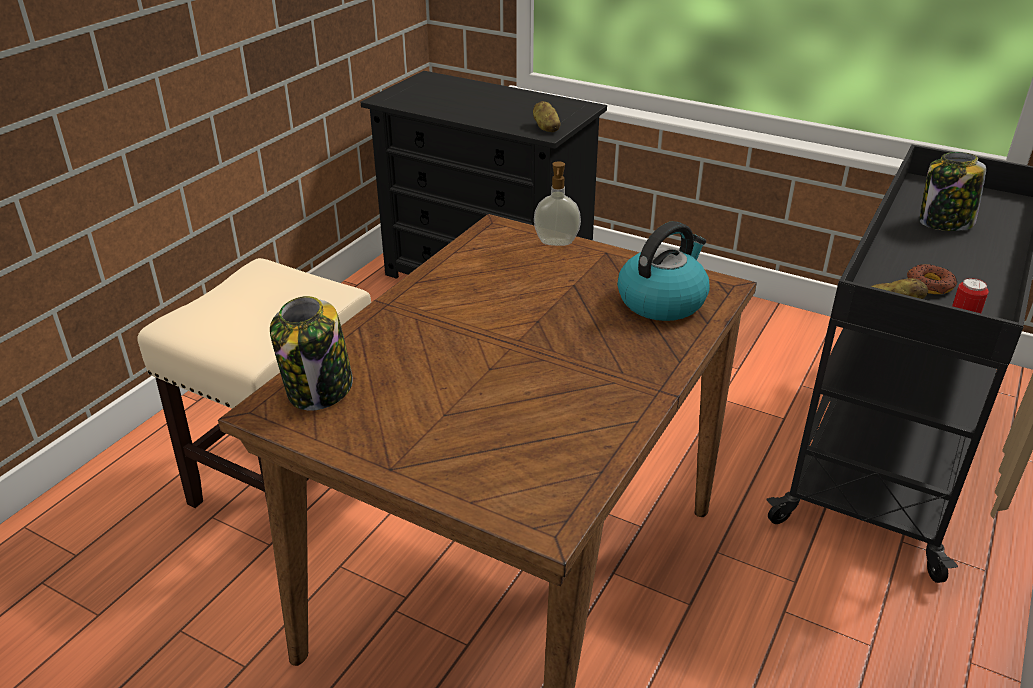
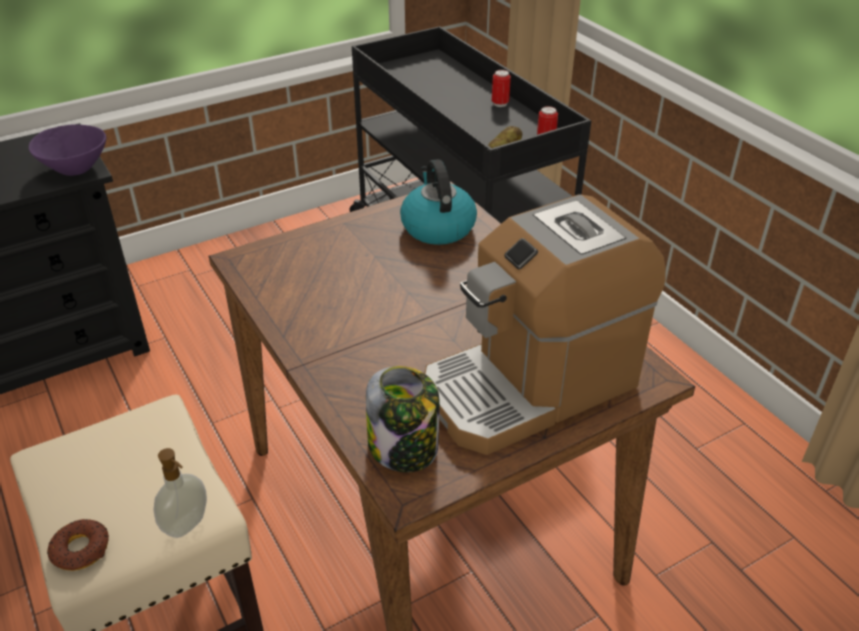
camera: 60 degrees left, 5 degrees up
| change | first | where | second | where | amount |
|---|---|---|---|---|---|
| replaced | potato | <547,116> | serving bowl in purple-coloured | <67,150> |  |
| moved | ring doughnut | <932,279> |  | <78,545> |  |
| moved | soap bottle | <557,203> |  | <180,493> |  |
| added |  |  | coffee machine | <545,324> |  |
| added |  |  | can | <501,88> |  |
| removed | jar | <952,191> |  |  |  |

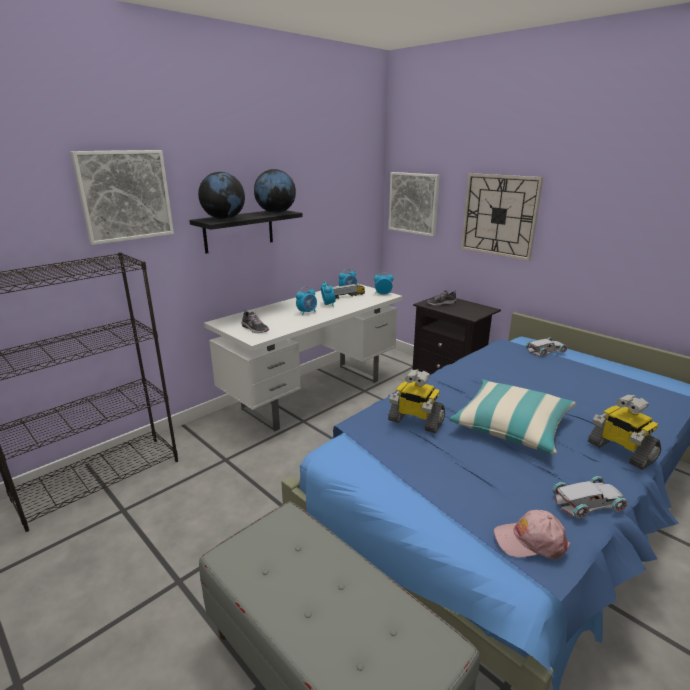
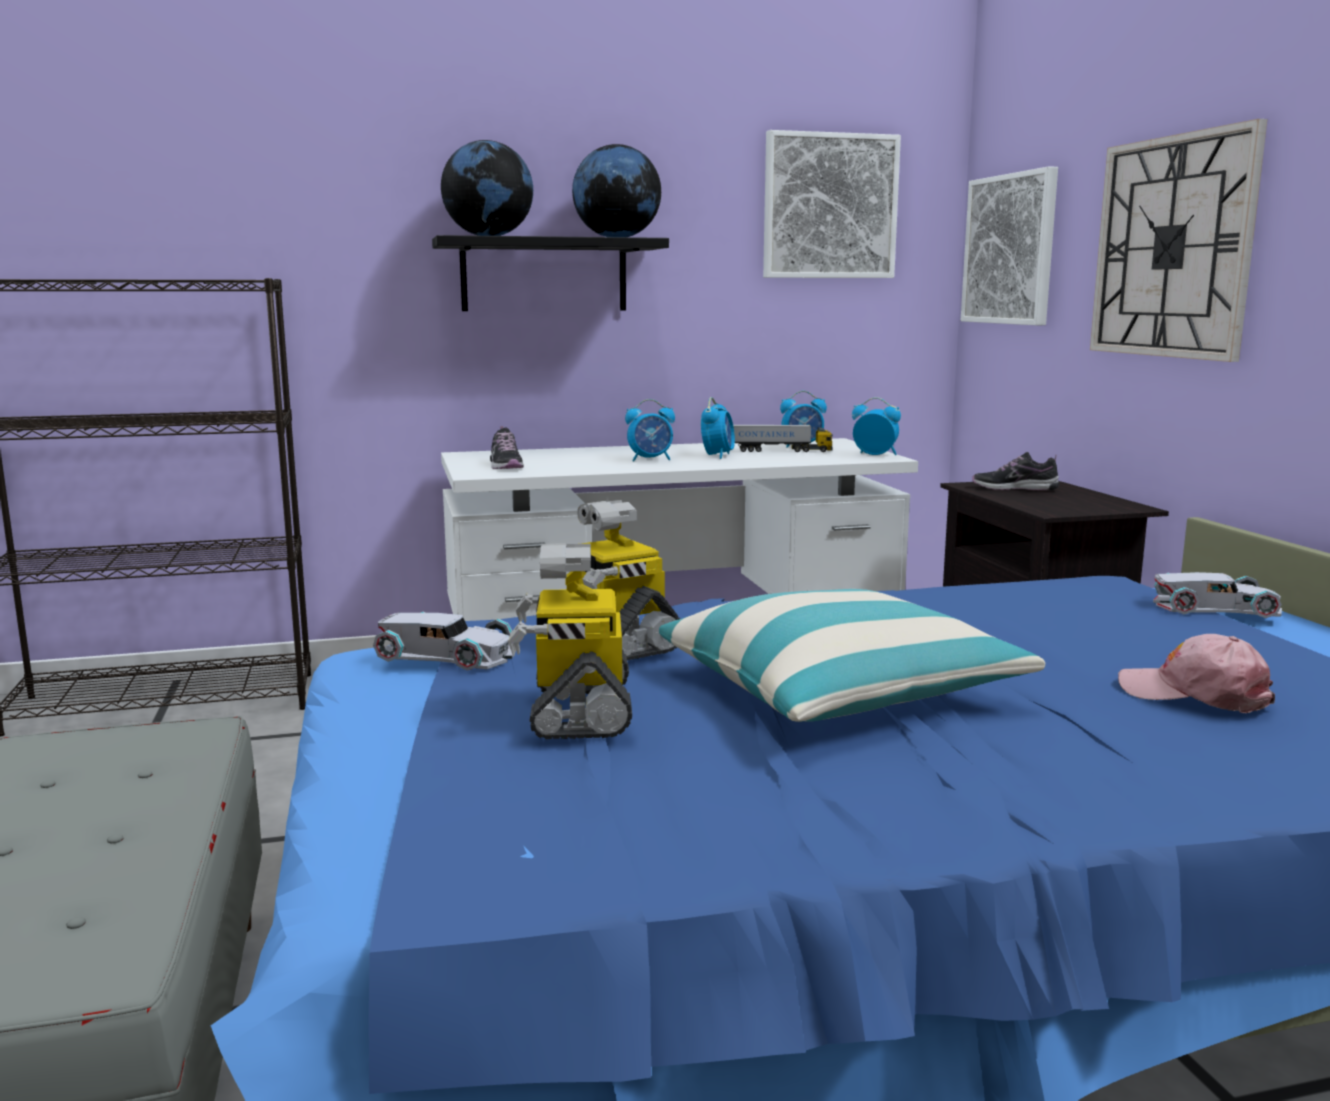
camera: 30 degrees right, 10 degrees down
| change | first | where | second | where | amount |
|---|---|---|---|---|---|
| moved | model car in white | <590,497> |  | <443,641> |  |
| moved | robot figure | <624,432> |  | <570,641> |  |
| moved | wall art | <122,197> |  | <832,204> |  |
| moved | cap in pink-coloured | <532,534> |  | <1196,673> |  |

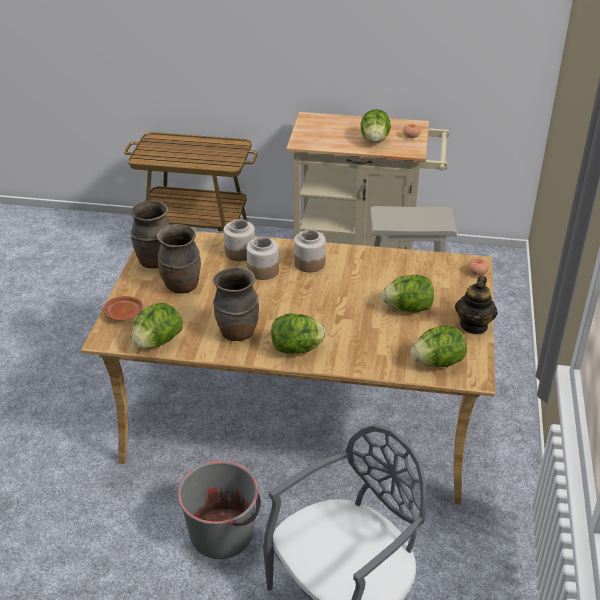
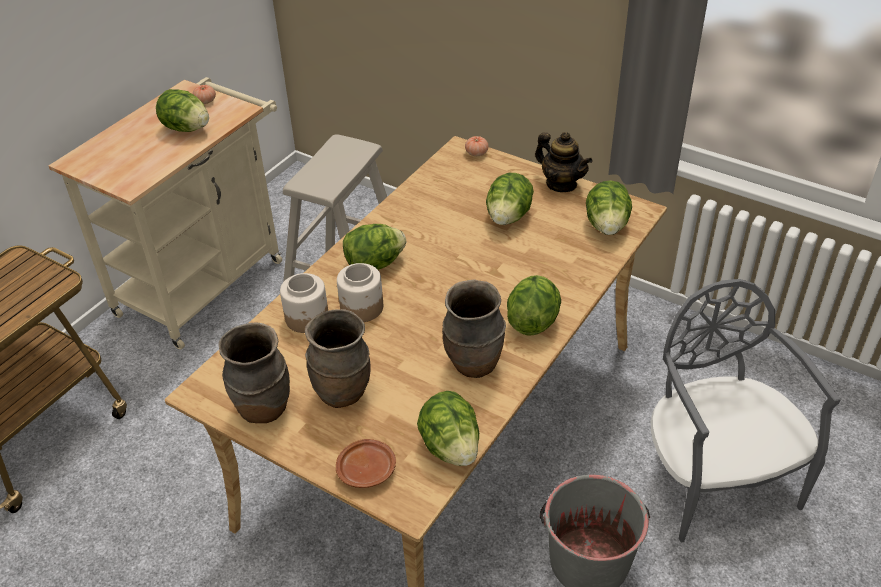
camera: 65 degrees left, 5 degrees up
| change | first | where | second | where | amount |
|---|---|---|---|---|---|
| replaced | jar | <310,251> | lettuce head | <374,247> |  |

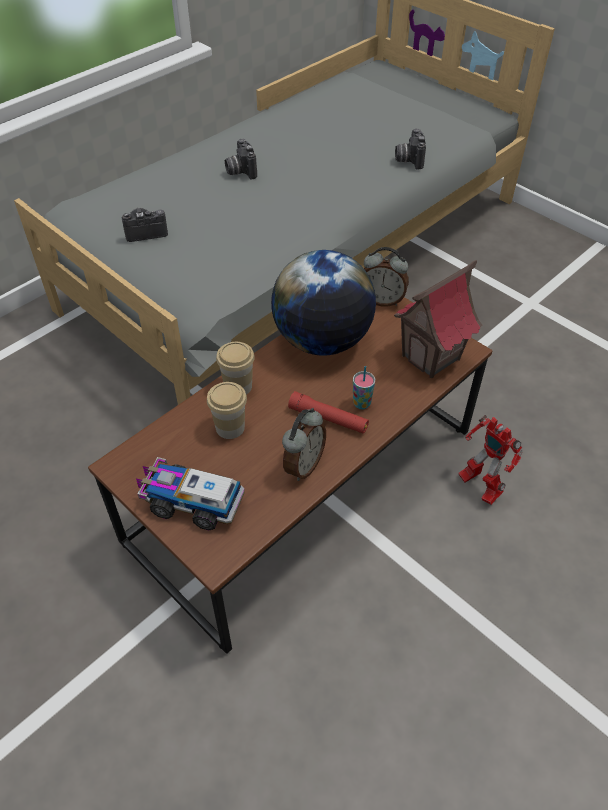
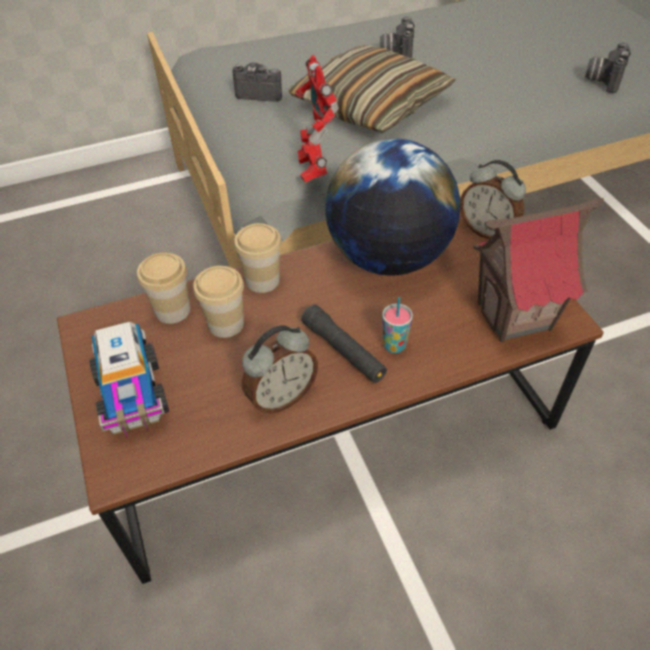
camera: 25 degrees right, 0 degrees up
| change | first | where | second | where | amount |
|---|---|---|---|---|---|
| turned | toy truck | <190,494> |  | <129,380> | 150 degrees counterclockwise |
| added |  |  | small cup | <163,288> |  |
| added |  |  | pillow | <372,89> |  |
| moved | robot figure | <490,460> |  | <317,119> |  |
| recoloured | hand torch in red | <328,412> | hand torch in blackish | <344,343> |  |

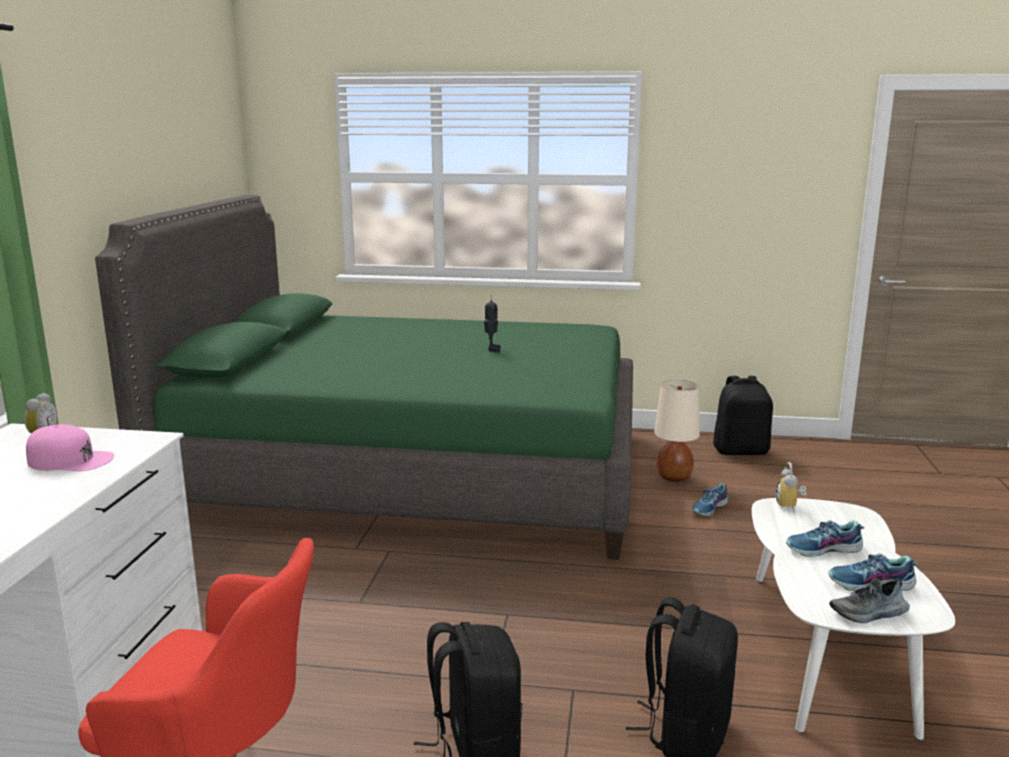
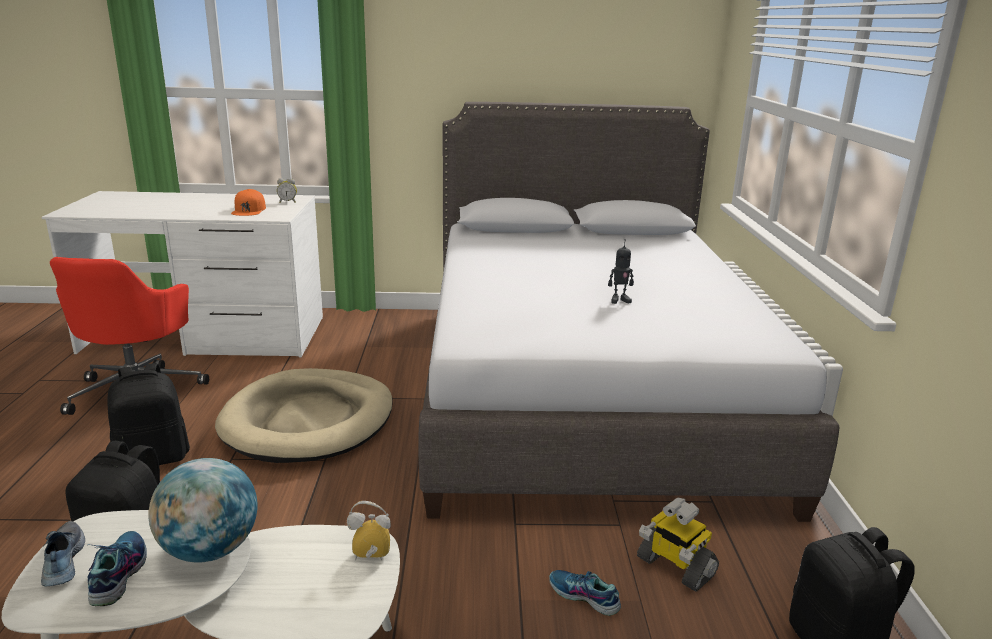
camera: 80 degrees right, 5 degrees up
| change | first | where | second | where | amount |
|---|---|---|---|---|---|
| replaced | shoe | <825,538> | desk globe | <203,510> |  |
| added |  |  | dog cushion in sand-coloured | <304,415> |  |
| recoloured | cap in pink-coloured | <70,447> | cap in orangey | <248,202> |  |
| recoloured | sleeping bed in greenish | <364,377> | sleeping bed in greyish | <629,312> |  |
| replaced | lamp for a table in sand-coloured | <677,431> | robot figure | <678,545> |  |

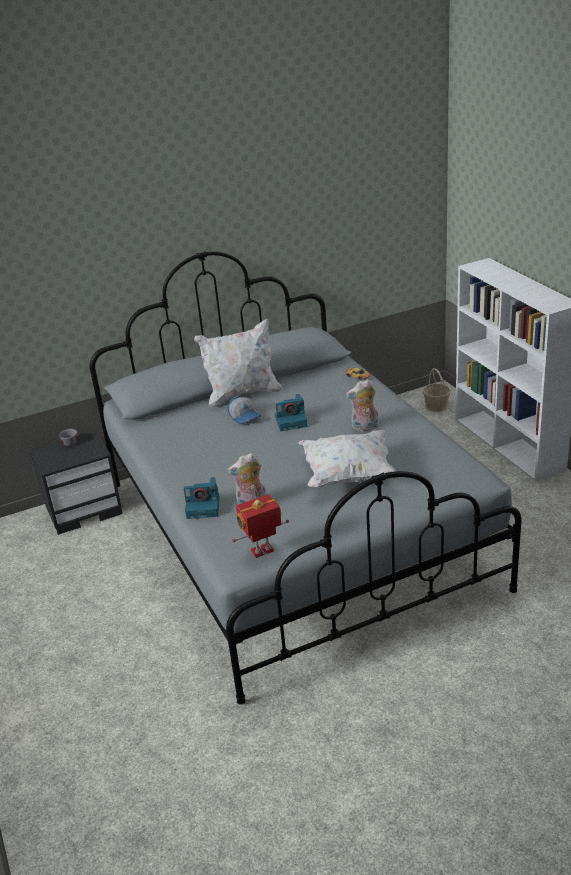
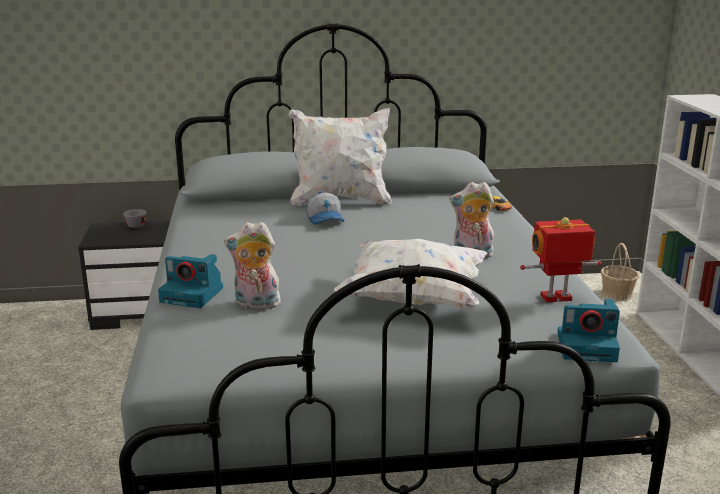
camera: 15 degrees right, 10 degrees down
| change | first | where | second | where | amount |
|---|---|---|---|---|---|
| moved | robot figure | <260,526> |  | <560,259> |  |
| moved | still camera | <291,412> |  | <588,330> |  |

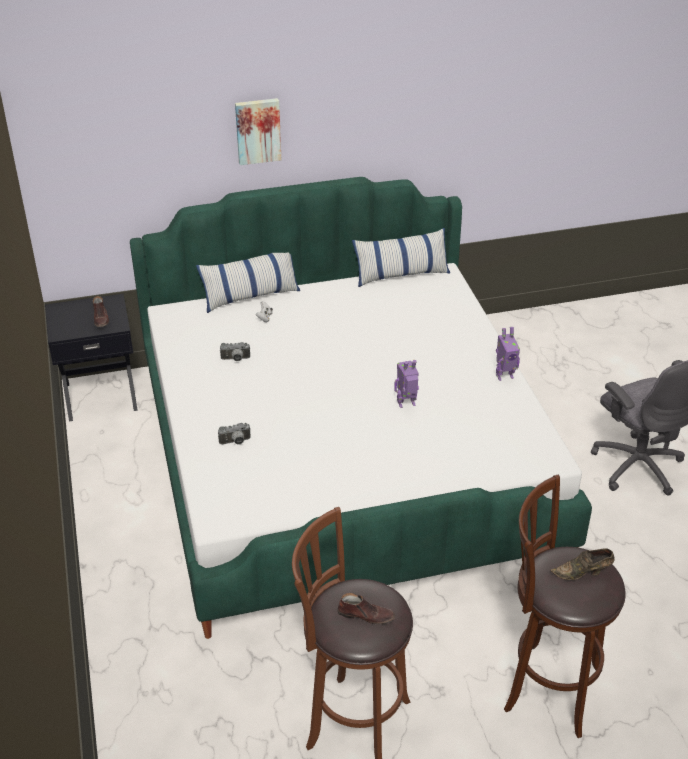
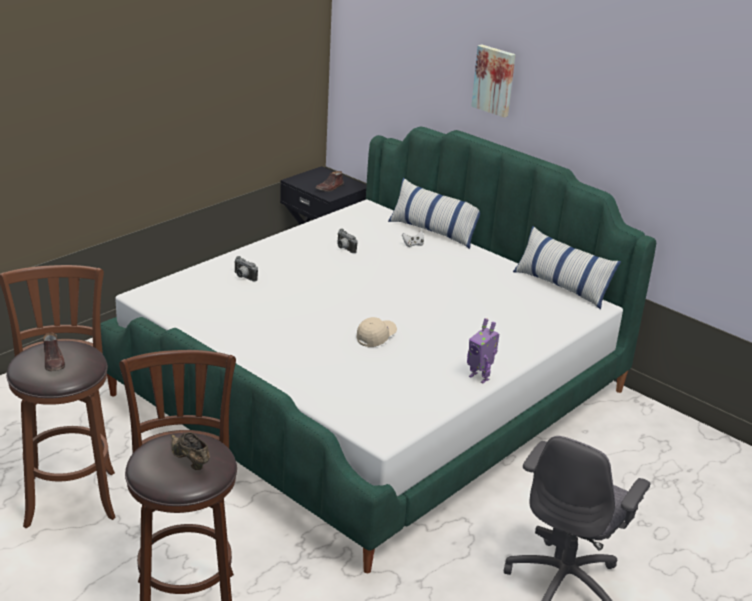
camera: 55 degrees right, 10 degrees down
| change | first | where | second | where | amount |
|---|---|---|---|---|---|
| replaced | robot figure | <406,384> | cap in sand-coloured | <377,332> |  |

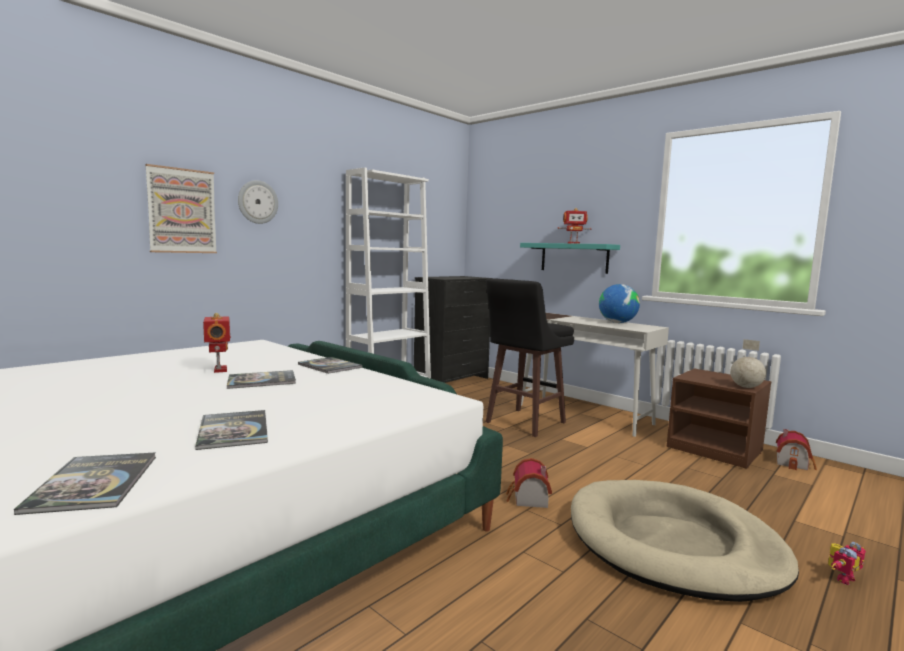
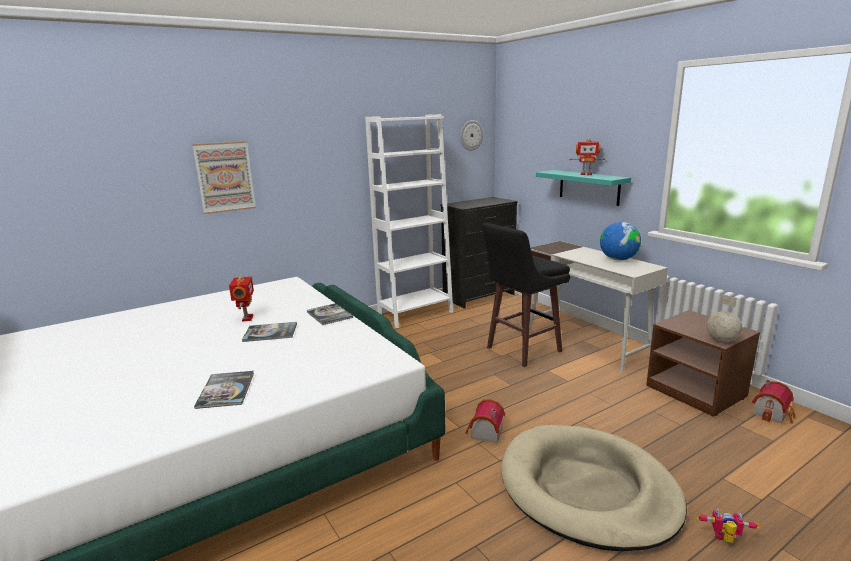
camera: 15 degrees right, 10 degrees up
| change | first | where | second | where | amount |
|---|---|---|---|---|---|
| moved | clock on the wall | <258,202> |  | <471,135> |  |
| turned | robot figure | <847,563> |  | <728,526> | 150 degrees counterclockwise |
| removed | bound book | <85,483> |  |  |  |

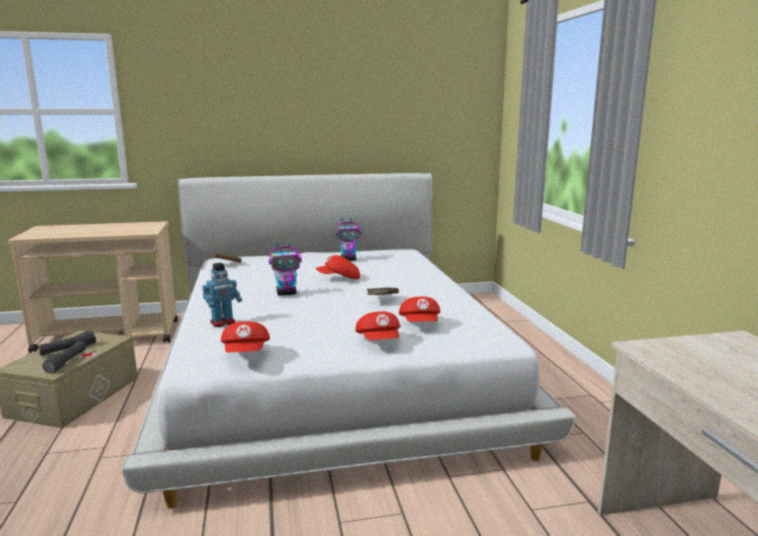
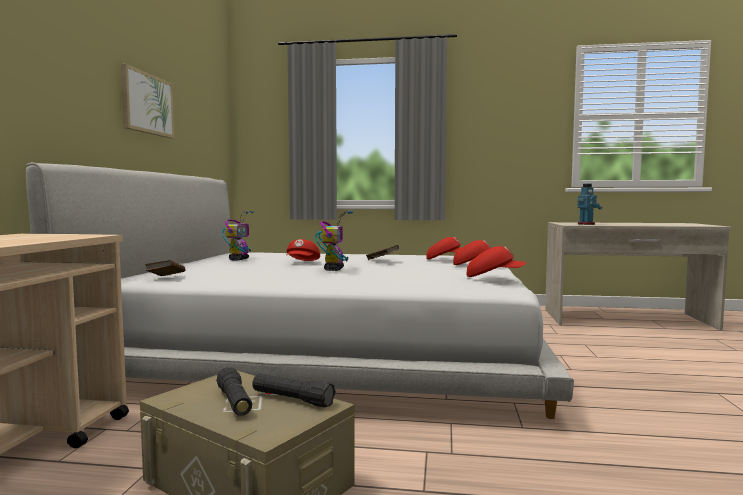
camera: 70 degrees left, 10 degrees down
| change | first | where | second | where | amount |
|---|---|---|---|---|---|
| added |  |  | wall art | <147,101> |  |
| moved | robot figure | <222,295> |  | <589,204> |  |

